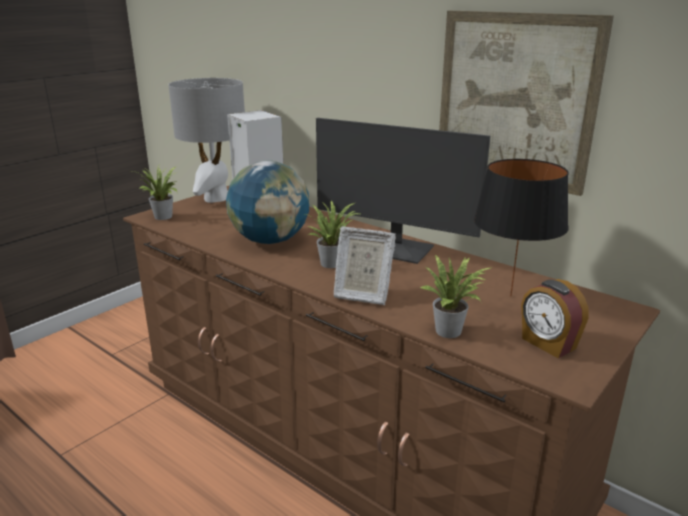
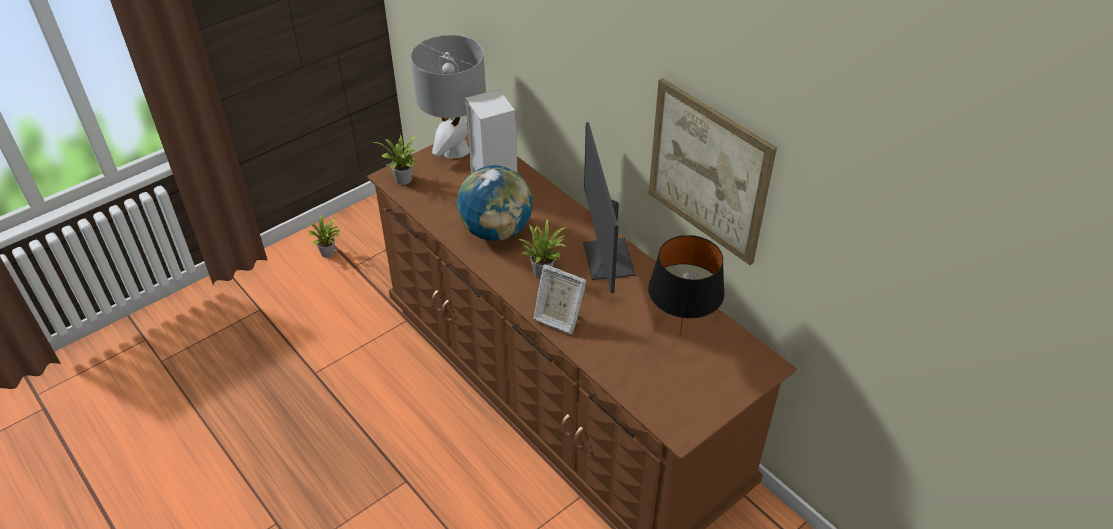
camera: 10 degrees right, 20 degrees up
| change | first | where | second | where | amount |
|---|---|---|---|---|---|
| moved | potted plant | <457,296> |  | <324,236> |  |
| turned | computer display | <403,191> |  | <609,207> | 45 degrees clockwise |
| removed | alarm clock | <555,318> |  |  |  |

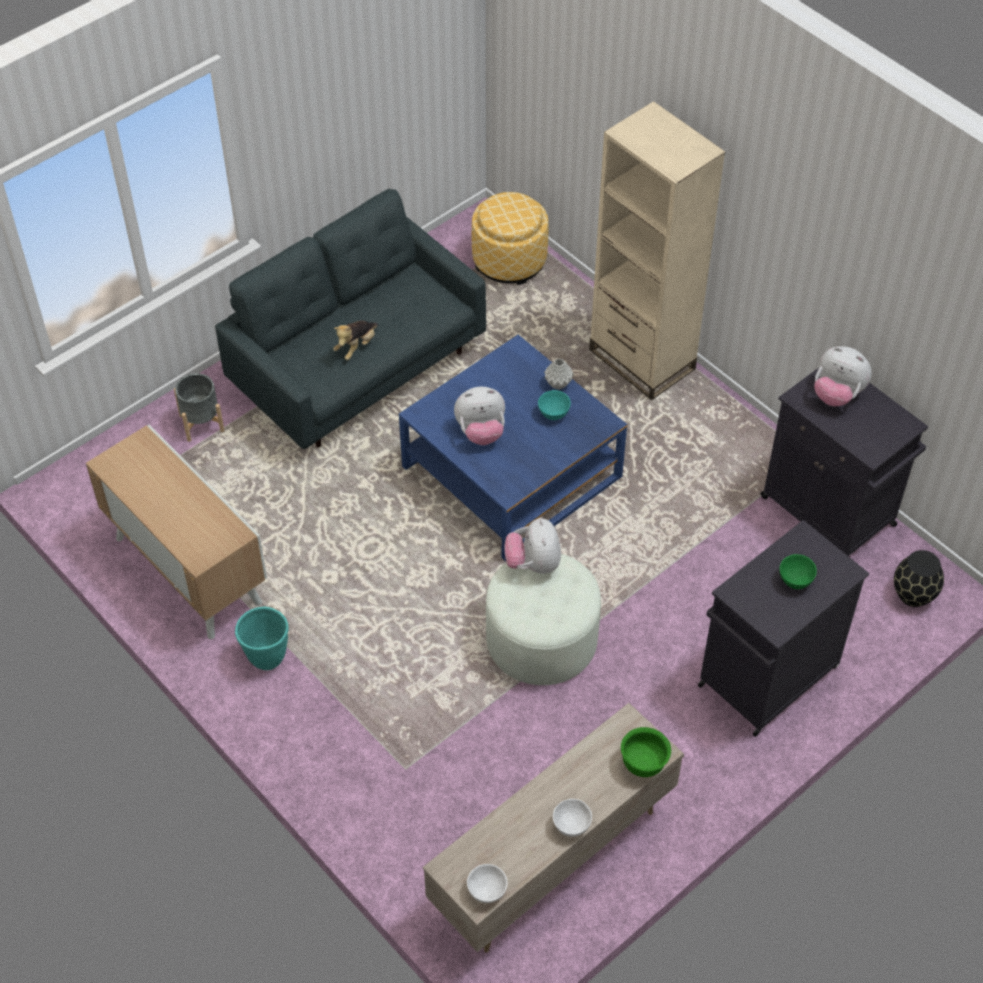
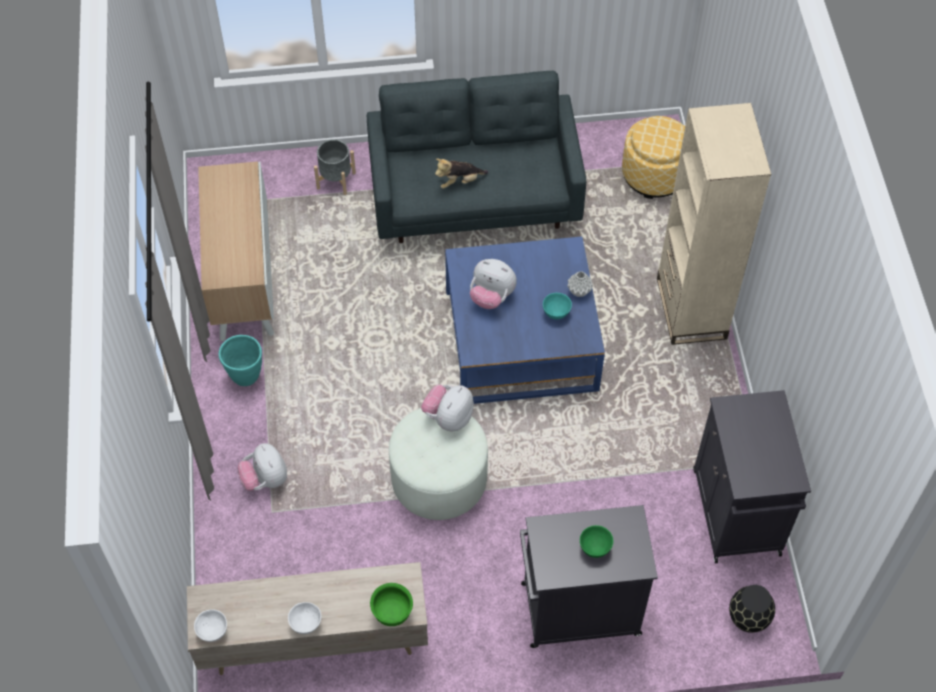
camera: 35 degrees right, 5 degrees up
| change | first | where | second | where | amount |
|---|---|---|---|---|---|
| moved | soft toy | <843,376> |  | <262,467> |  |

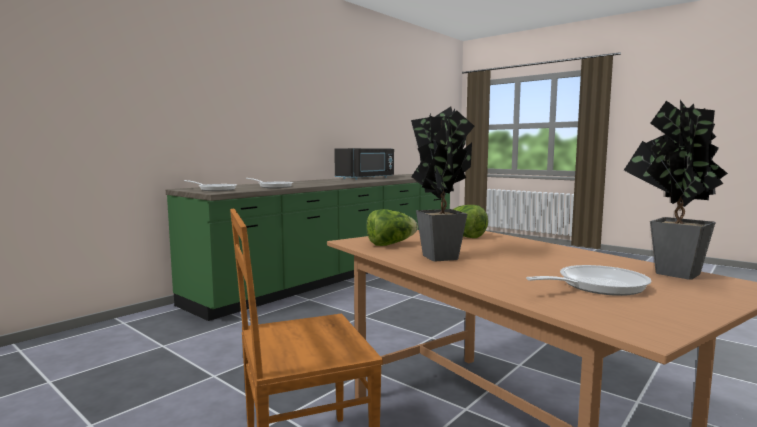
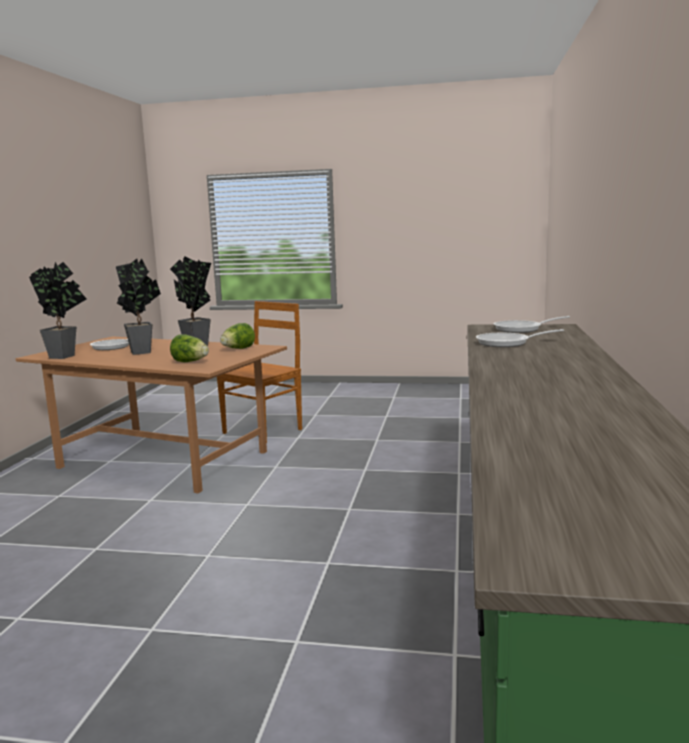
camera: 150 degrees right, 5 degrees up
| change | first | where | second | where | amount |
|---|---|---|---|---|---|
| added |  |  | potted plant | <138,307> |  |
| removed | microwave in blackish | <364,164> |  |  |  |

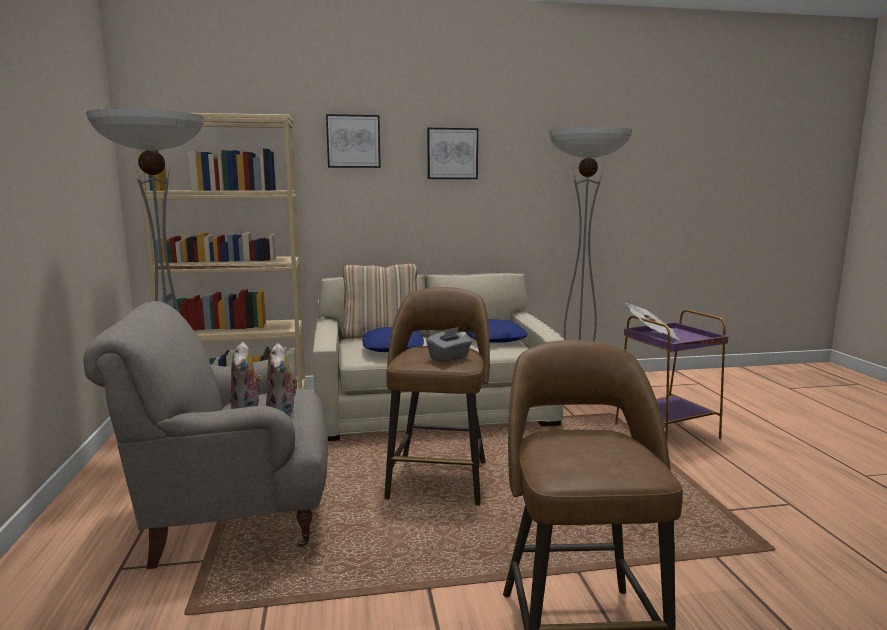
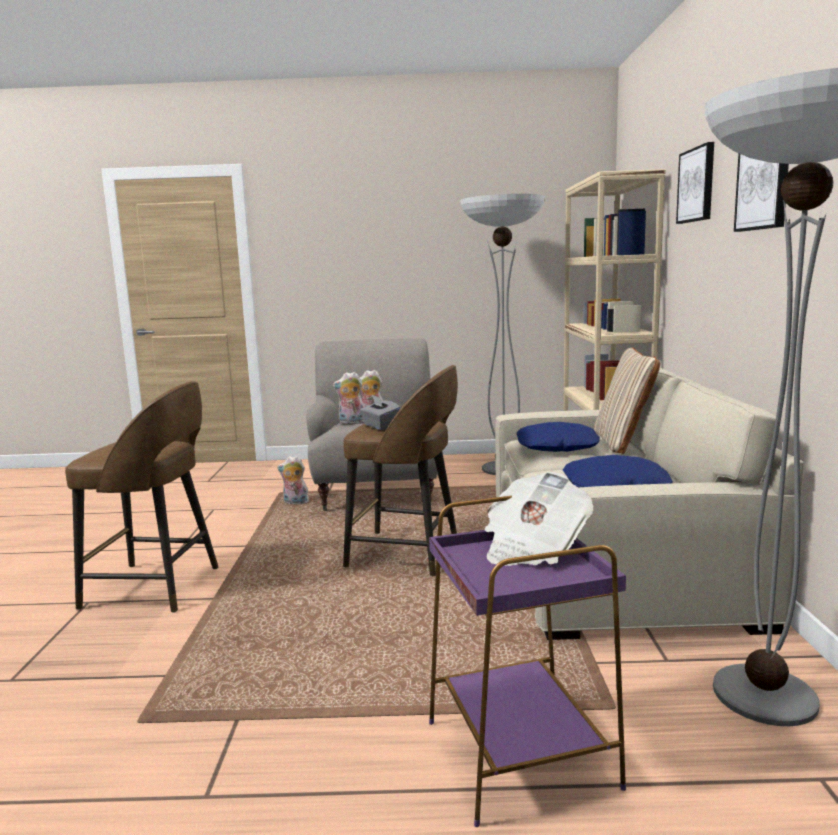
camera: 100 degrees right, 0 degrees up
| change | first | where | second | where | amount |
|---|---|---|---|---|---|
| added |  |  | soft toy | <293,480> |  |

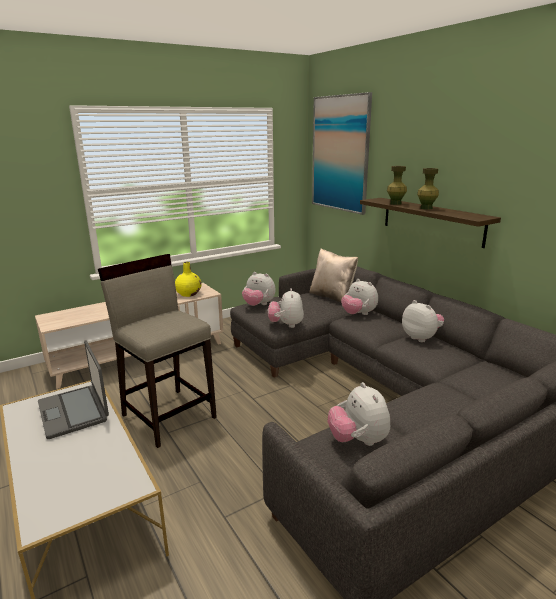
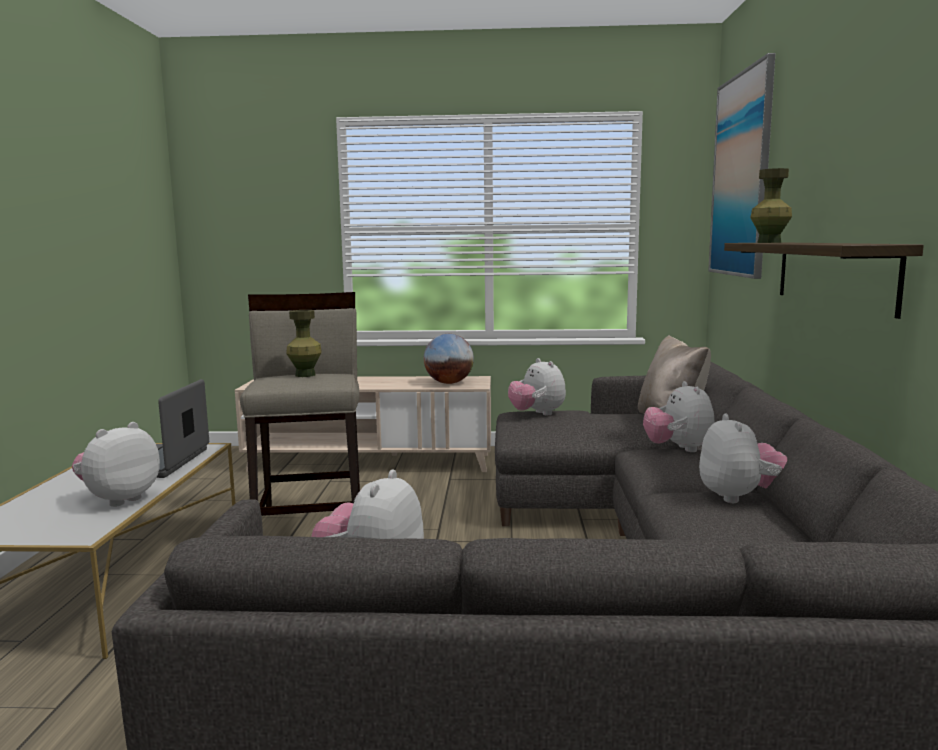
camera: 35 degrees right, 10 degrees down
| change | first | where | second | where | amount |
|---|---|---|---|---|---|
| moved | soft toy | <286,308> |  | <116,464> |  |
| moved | flower vase in greenish | <428,189> |  | <304,343> |  |
| replaced | flower vase in yellow-coloured | <188,279> | desk globe | <449,359> |  |

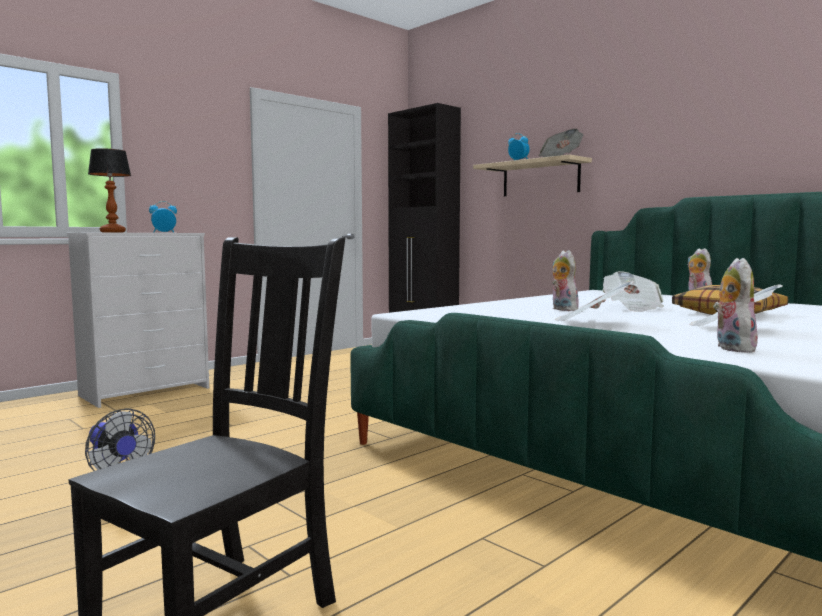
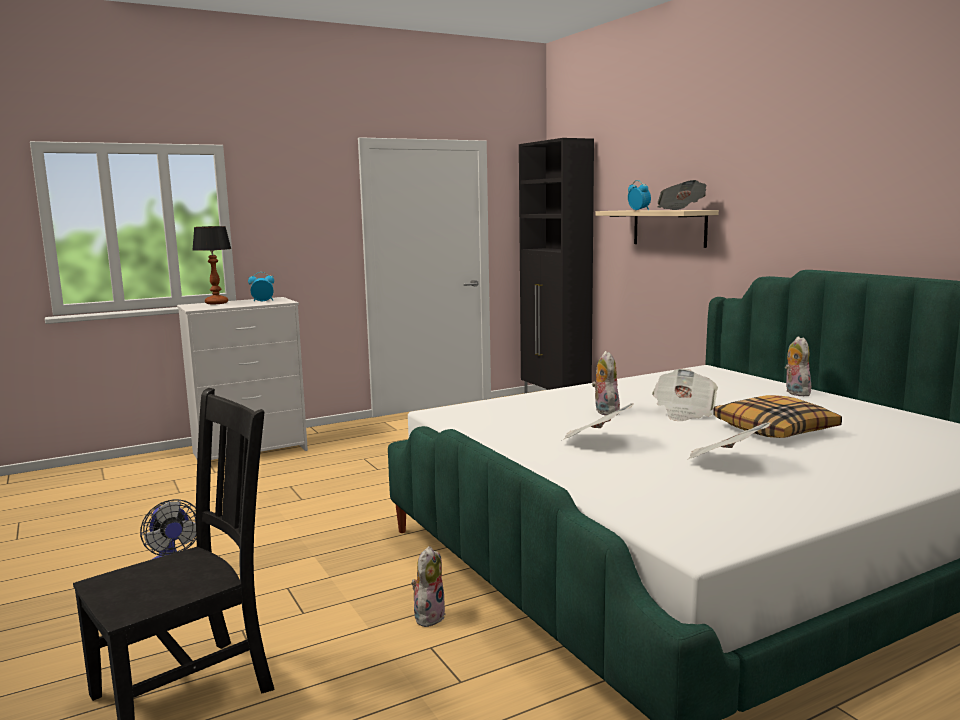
camera: 15 degrees right, 5 degrees up
| change | first | where | second | where | amount |
|---|---|---|---|---|---|
| moved | soft toy | <735,305> |  | <428,586> |  |

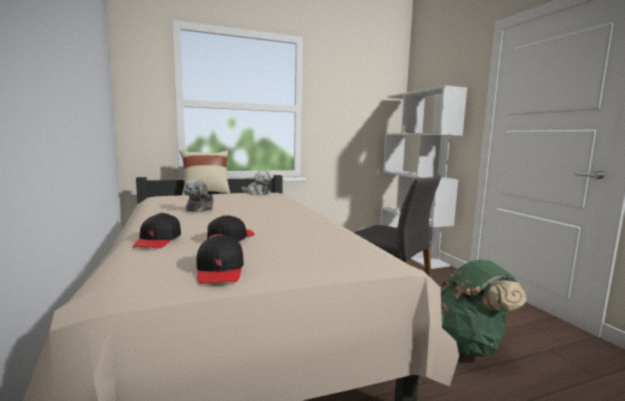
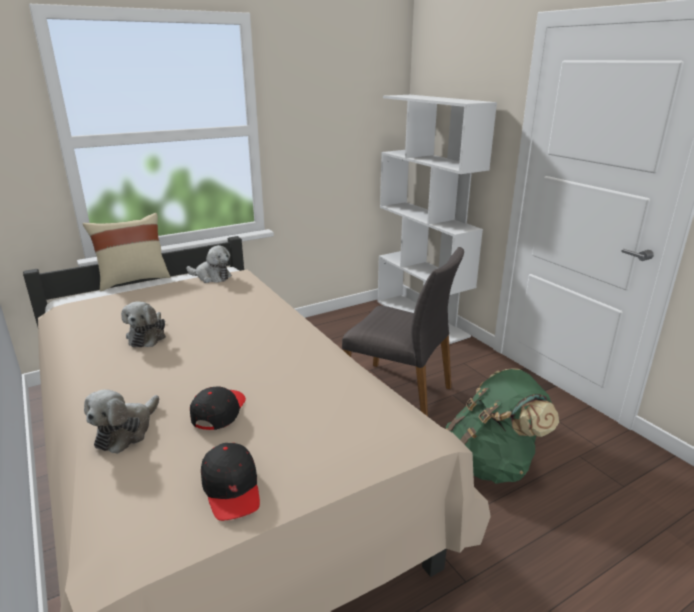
camera: 10 degrees left, 15 degrees up
| change | first | where | second | where | amount |
|---|---|---|---|---|---|
| replaced | cap in blackish | <156,231> | soft toy | <121,421> |  |

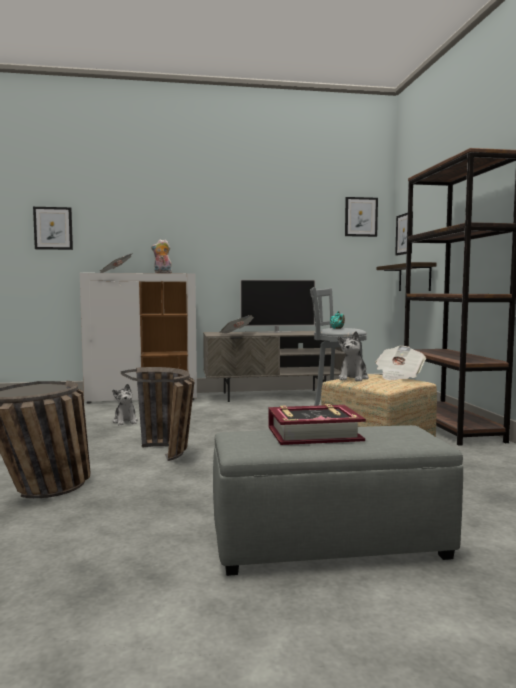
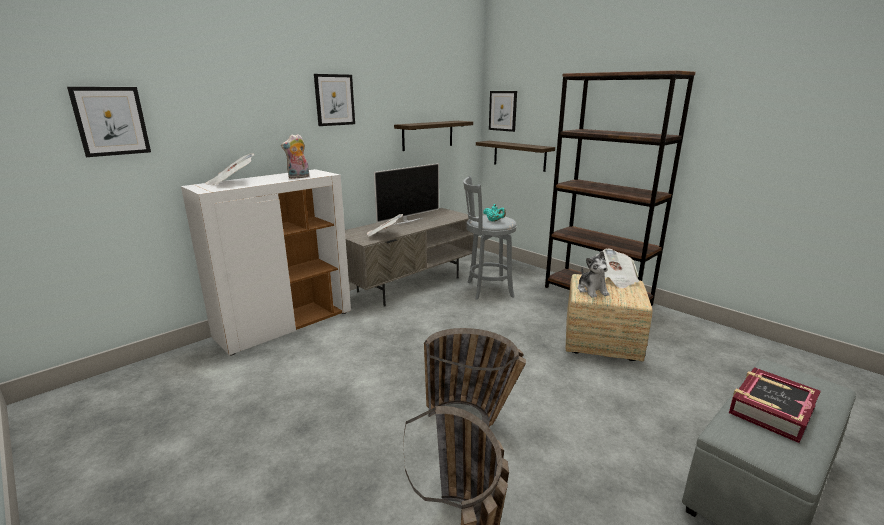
camera: 35 degrees left, 15 degrees up
| change | first | where | second | where | amount |
|---|---|---|---|---|---|
| moved | wall art | <361,217> |  | <334,100> |  |
| added |  |  | shelf | <433,136> |  |
| removed | soft toy | <125,404> |  |  |  |

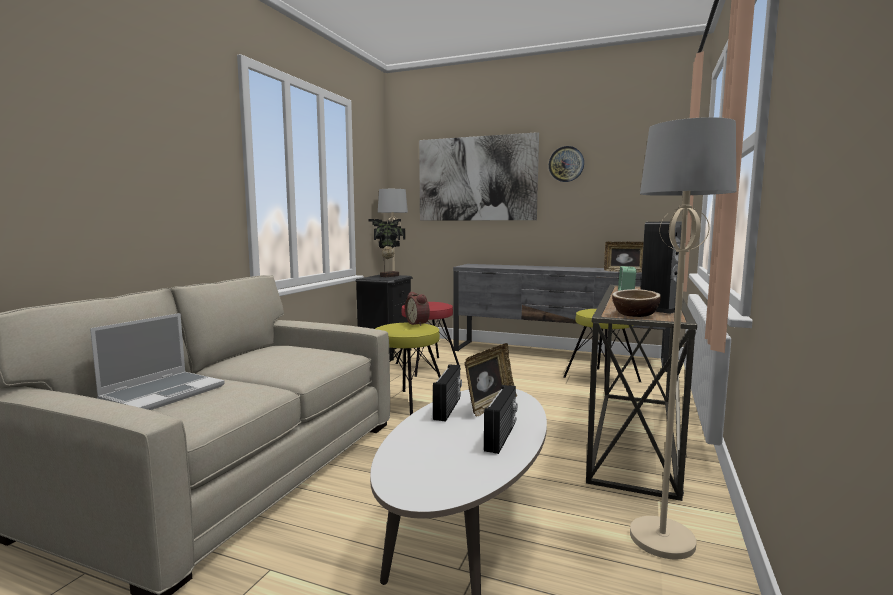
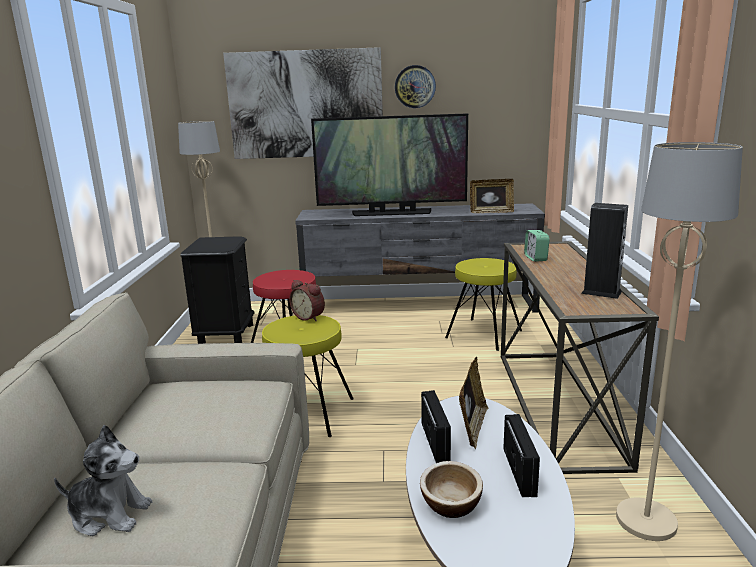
camera: 20 degrees left, 10 degrees up
| change | first | where | second | where | amount |
|---|---|---|---|---|---|
| replaced | notebook computer | <157,361> | soft toy | <103,480> |  |
| added |  |  | television | <389,164> |  |
| moved | serving bowl | <636,303> |  | <451,489> |  |
| removed | potted plant | <387,248> |  |  |  |

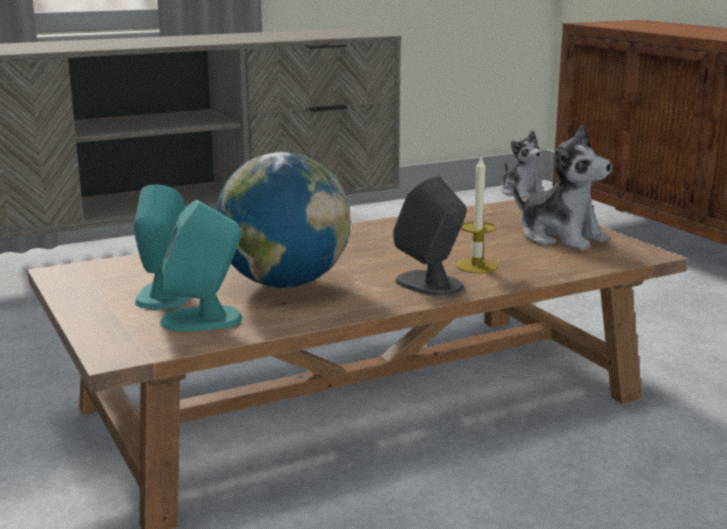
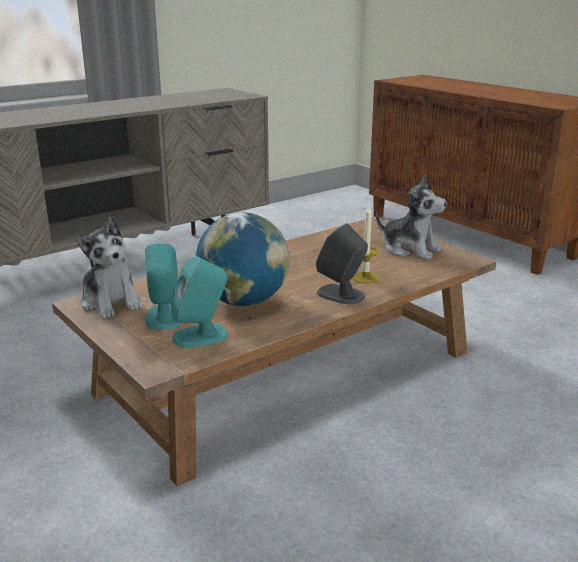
camera: 10 degrees left, 5 degrees up
| change | first | where | second | where | amount |
|---|---|---|---|---|---|
| moved | soft toy | <522,164> |  | <109,268> |  |

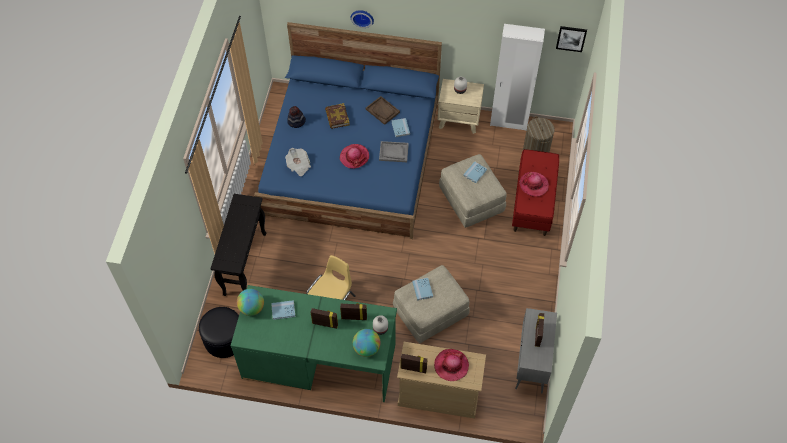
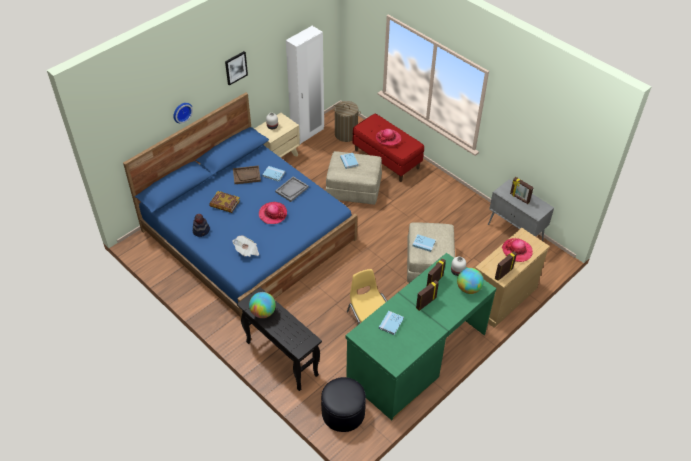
camera: 55 degrees left, 10 degrees down
| change | first | where | second | where | amount |
|---|---|---|---|---|---|
| moved | wall art | <571,39> |  | <236,68> |  |
| moved | desk globe | <250,302> |  | <262,305> |  |

